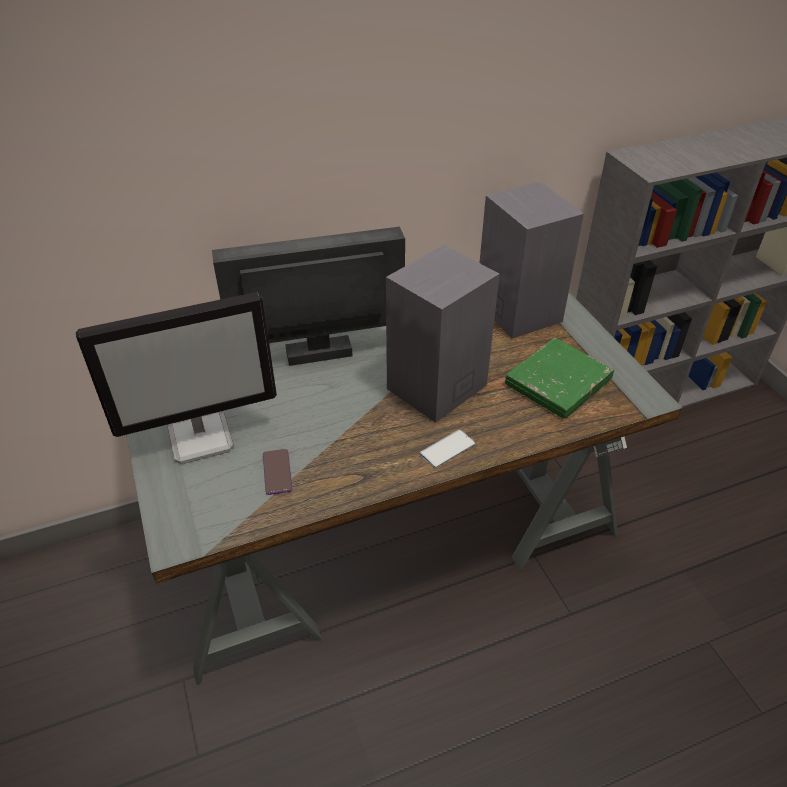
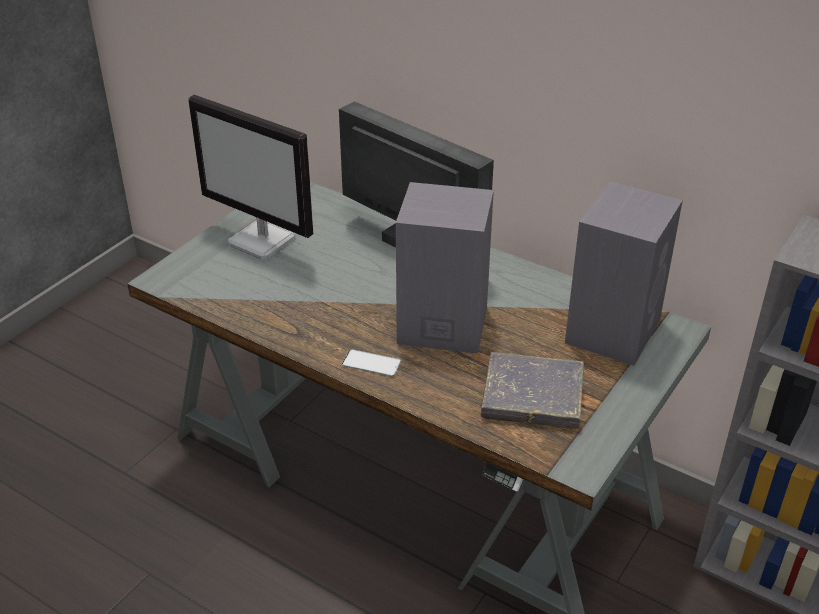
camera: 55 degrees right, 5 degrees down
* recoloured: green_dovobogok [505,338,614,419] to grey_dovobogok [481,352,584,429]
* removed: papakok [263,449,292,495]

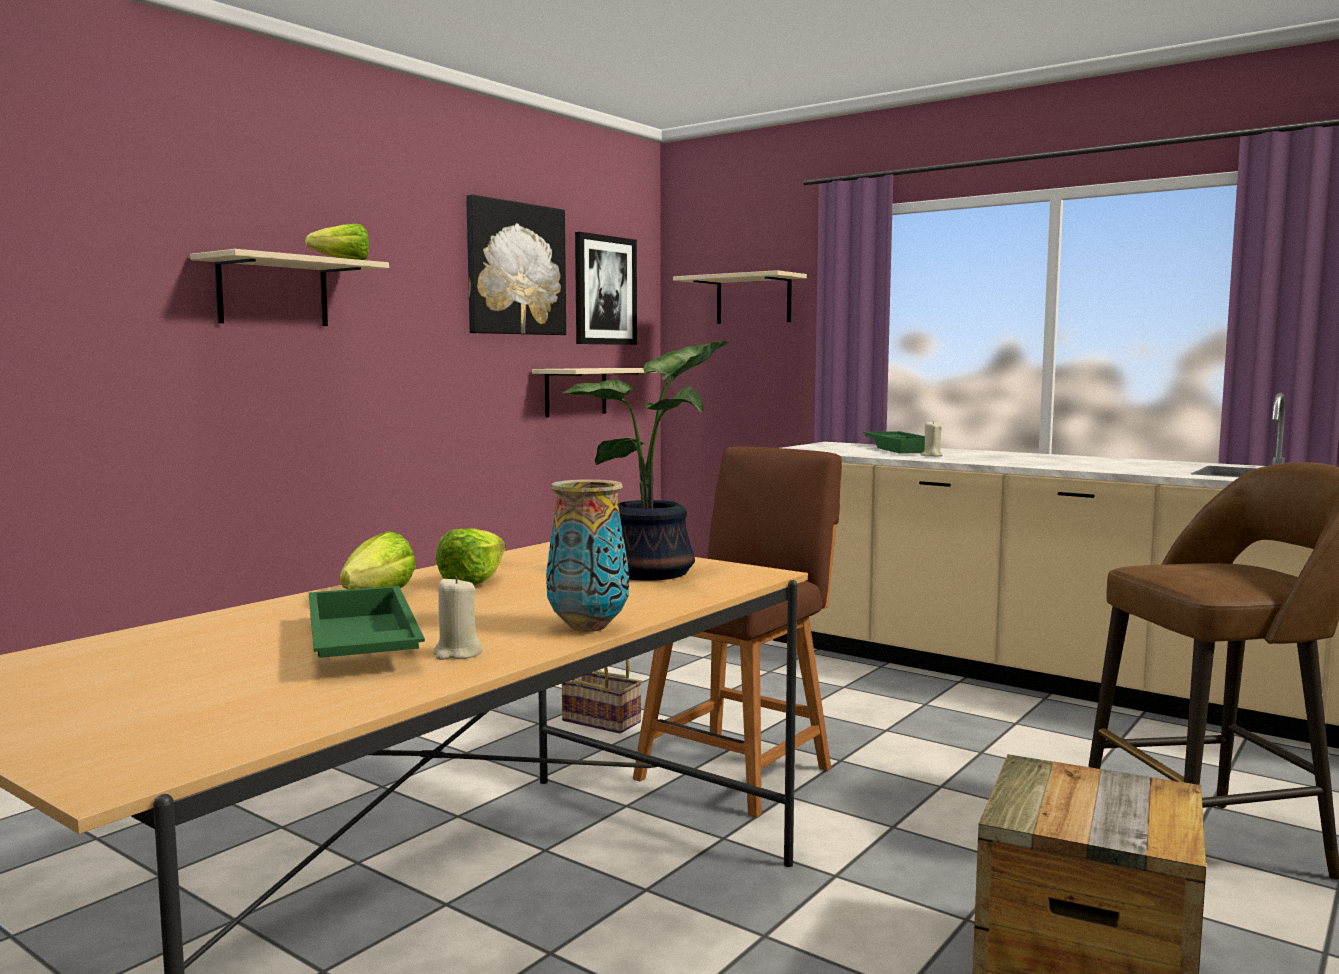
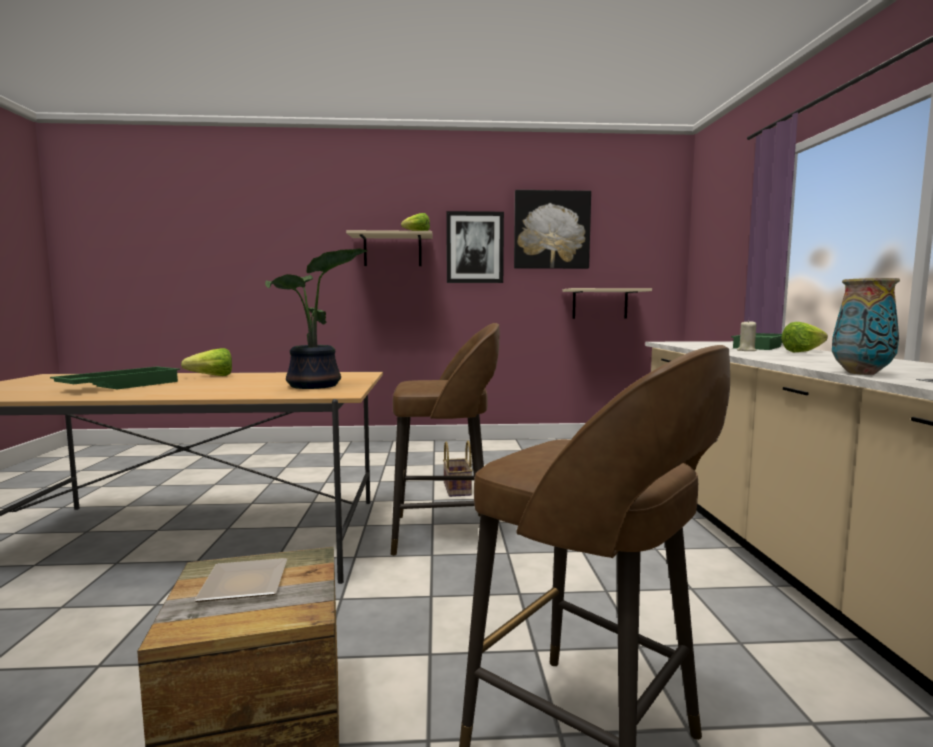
camera: 50 degrees right, 0 degrees up
* moved: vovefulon [575,232,637,345] to [446,211,504,283]
* removed: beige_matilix [673,270,807,324]
* replaced: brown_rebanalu [633,446,842,818] to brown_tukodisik [391,323,500,556]
* moved: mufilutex [546,479,629,632] to [832,278,900,375]
* moved: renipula [435,528,506,585] to [781,322,828,352]
* removed: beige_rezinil [433,576,482,660]
* added: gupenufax [194,558,287,602]

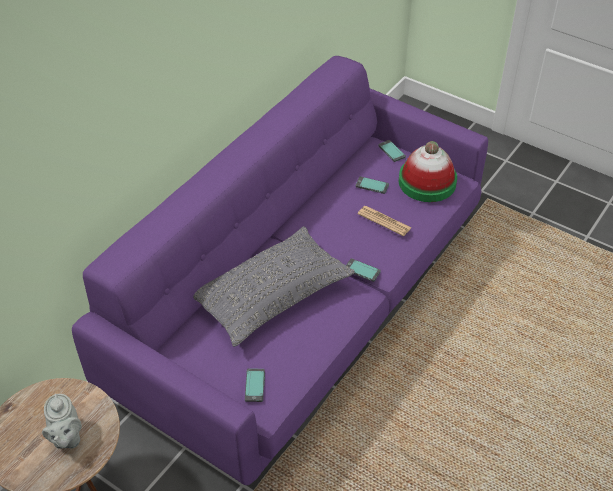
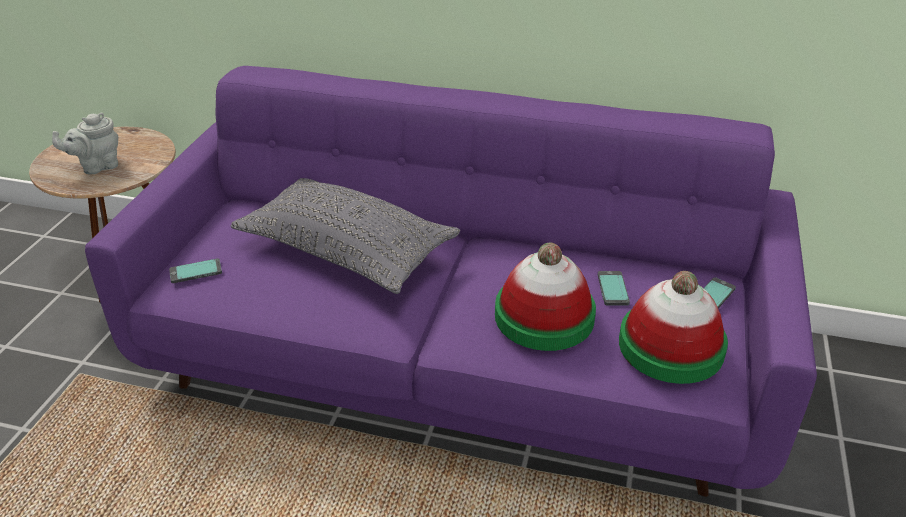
camera: 70 degrees right, 10 degrees down
* replaced: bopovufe [358,206,411,236] to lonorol [495,242,596,351]
* removed: papakok [346,258,381,282]

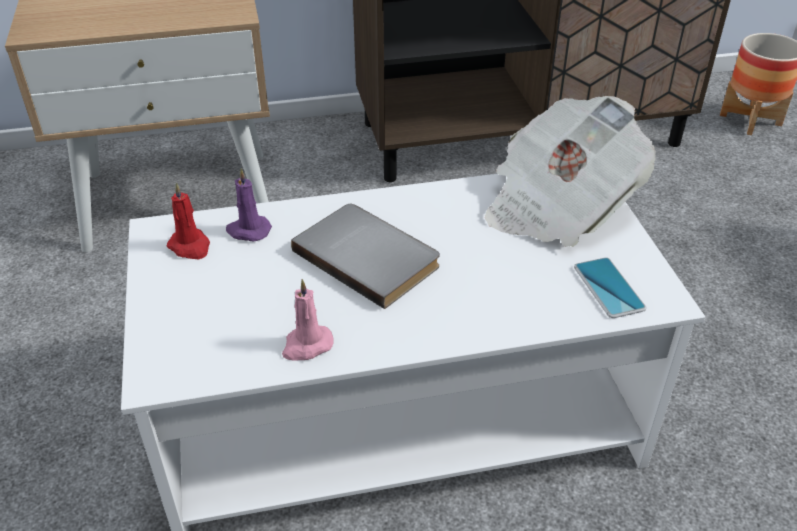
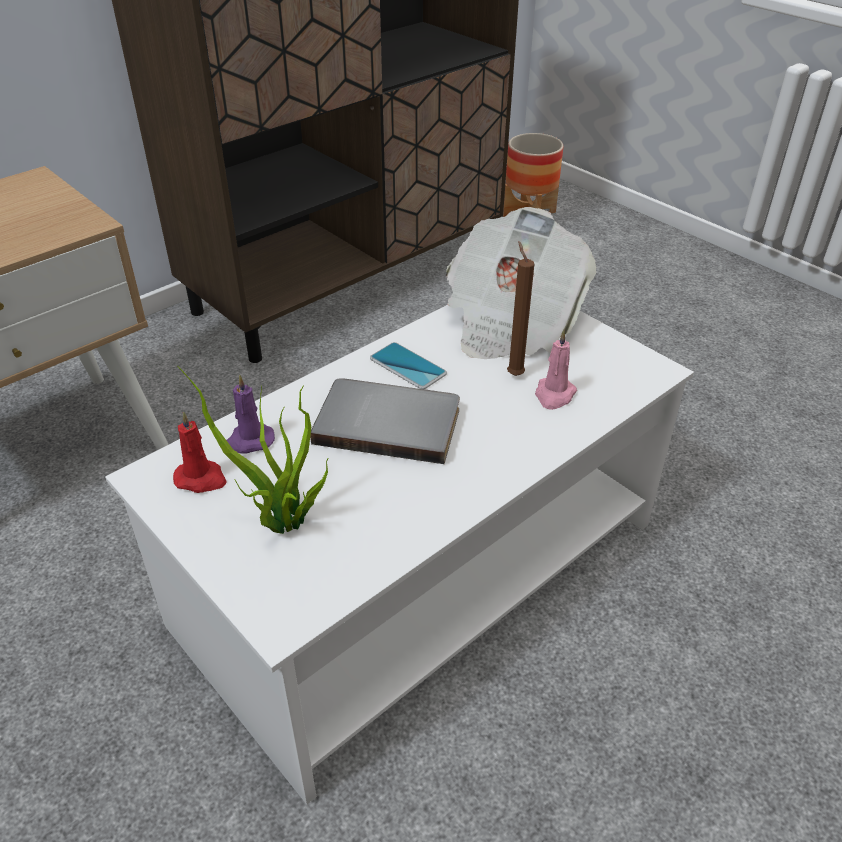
camera: 30 degrees left, 0 degrees up
* moved: papakok [574,257,646,318] to [370,342,447,389]
* moved: pink_rezinil [282,279,334,361] to [535,330,577,410]
* added: brown_rezinil [507,241,534,376]
* added: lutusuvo [177,366,328,534]

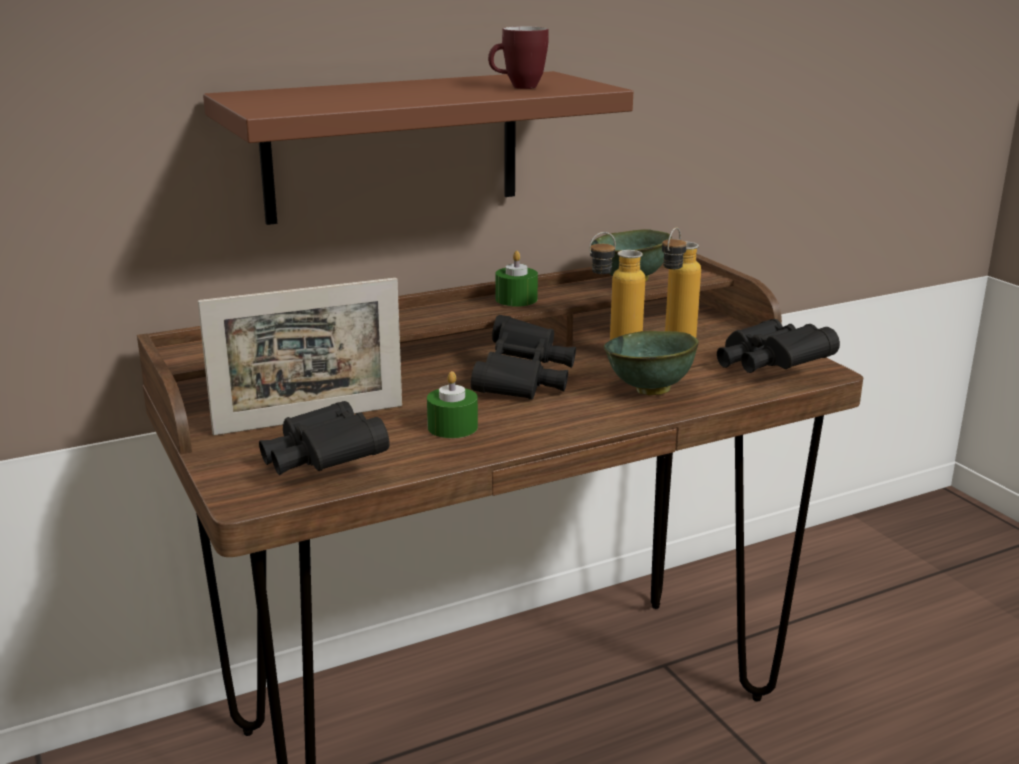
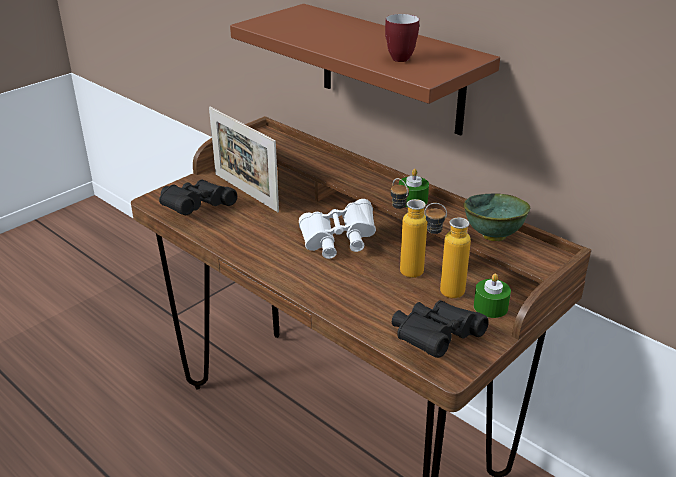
camera: 70 degrees right, 10 degrees up
* recoloured: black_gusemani [471,315,576,400] to white_gusemani [299,199,376,259]
* removed: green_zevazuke [604,331,699,395]
* moved: green_rezinil [427,371,478,438] to [474,273,511,318]

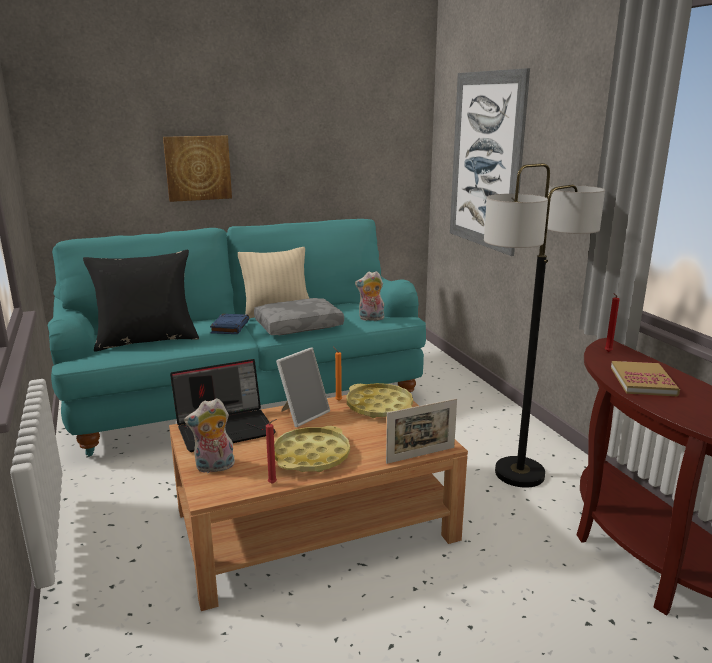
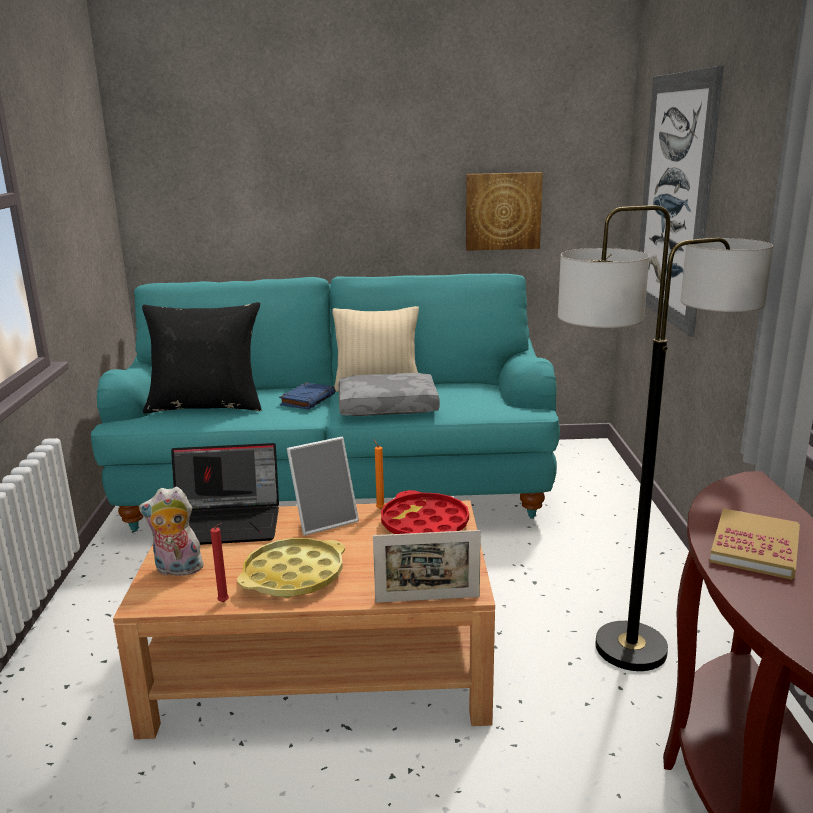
camera: 20 degrees right, 0 degrees up
* moved: vovefulon [163,135,232,202] to [466,172,543,251]
* removed: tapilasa [355,271,385,321]
* removed: red_rezinil [605,294,620,352]
* recoloured: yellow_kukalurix [347,383,413,418] to red_kukalurix [381,490,469,534]

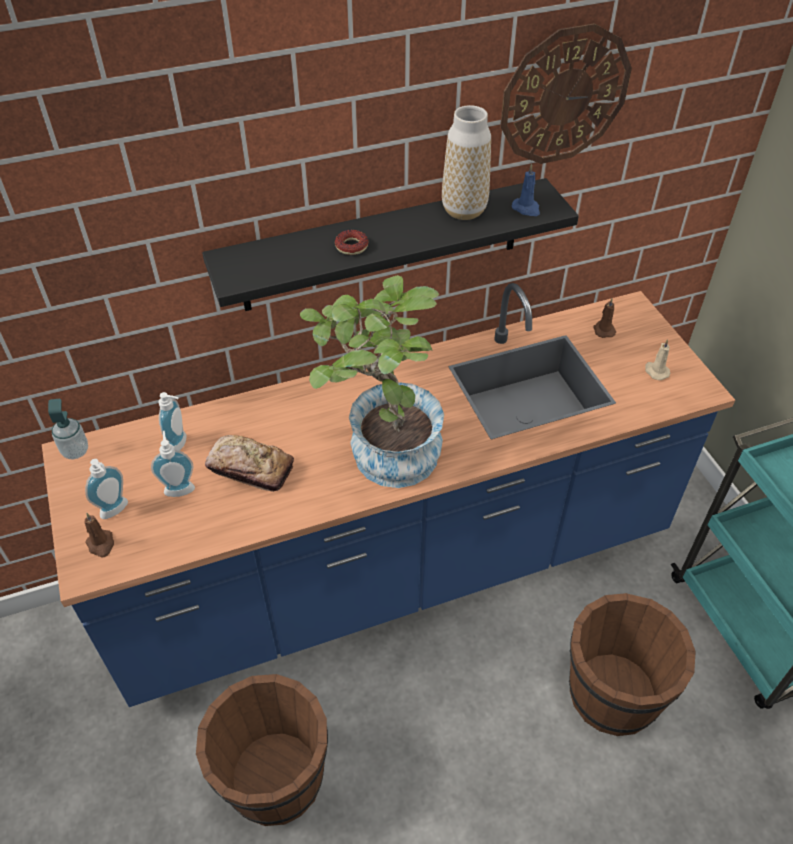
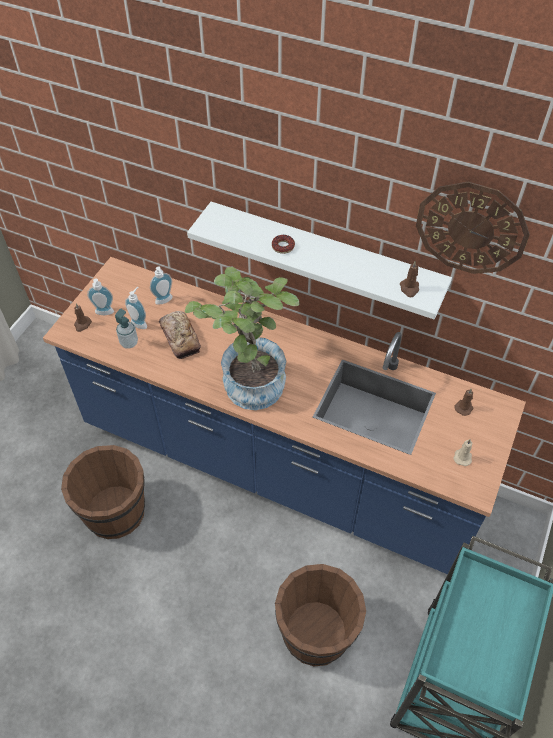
camera: 45 degrees right, 5 degrees up
* removed: mufilutex [442,105,491,220]
* recoloured: blue_rezinil [512,164,540,216] to brown_rezinil [400,261,419,298]
* recoloured: black_matilix [202,178,579,311] to white_matilix [187,202,452,319]
* moved: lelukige [48,399,88,459] to [115,308,138,349]

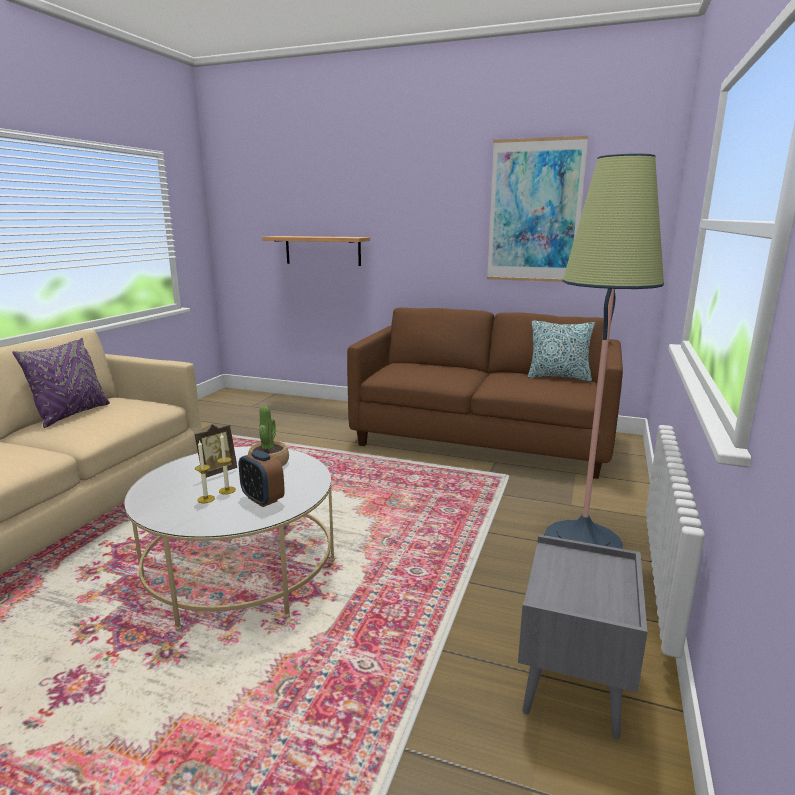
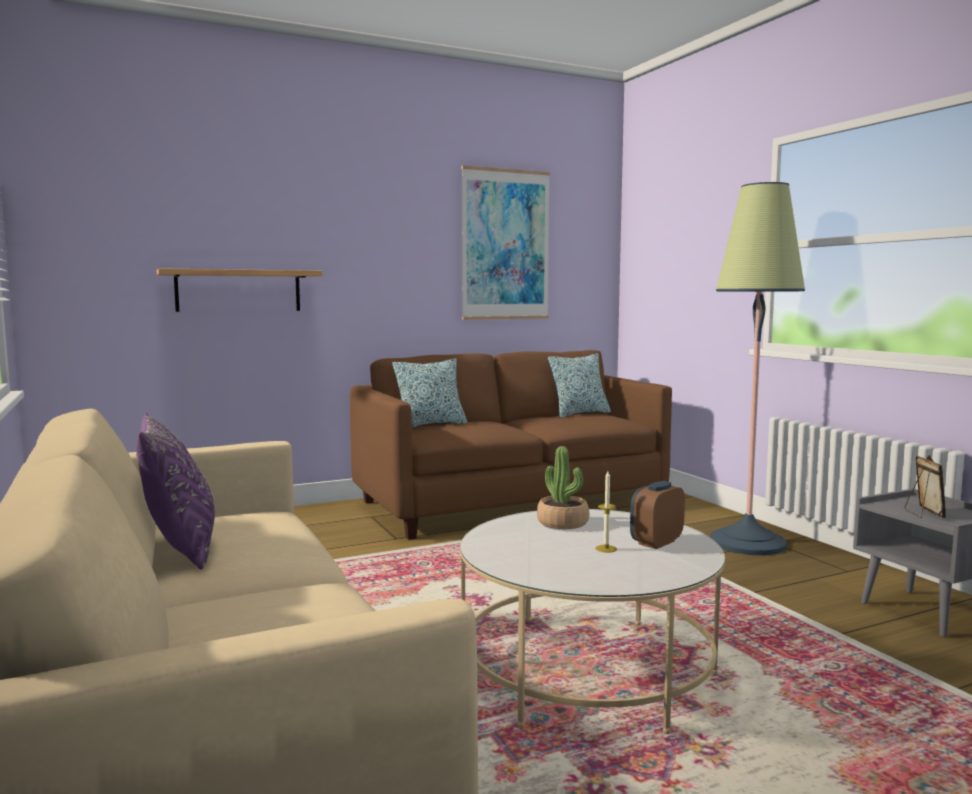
camera: 45 degrees left, 10 degrees down
* moved: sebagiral [195,424,237,478] to [904,455,946,518]
* removed: rezinil [195,440,215,503]
* turned: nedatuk [239,450,285,507] = [630,481,685,549] 135 degrees clockwise
* added: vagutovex [392,358,467,427]

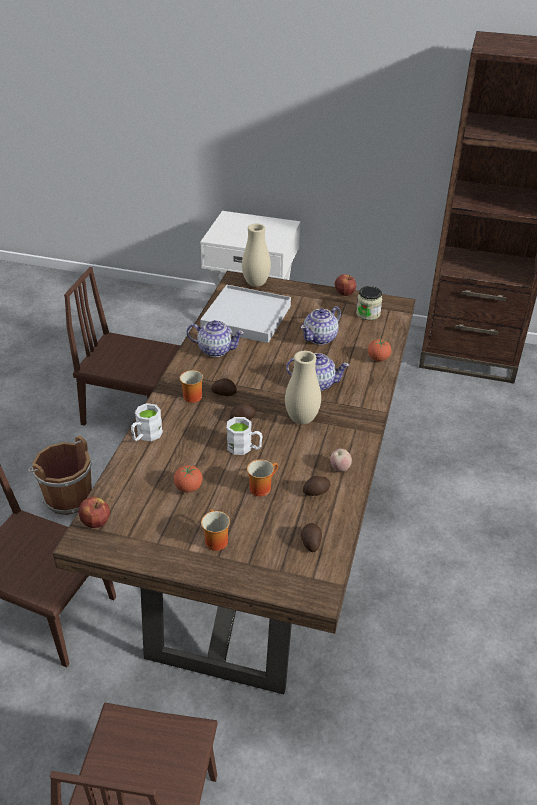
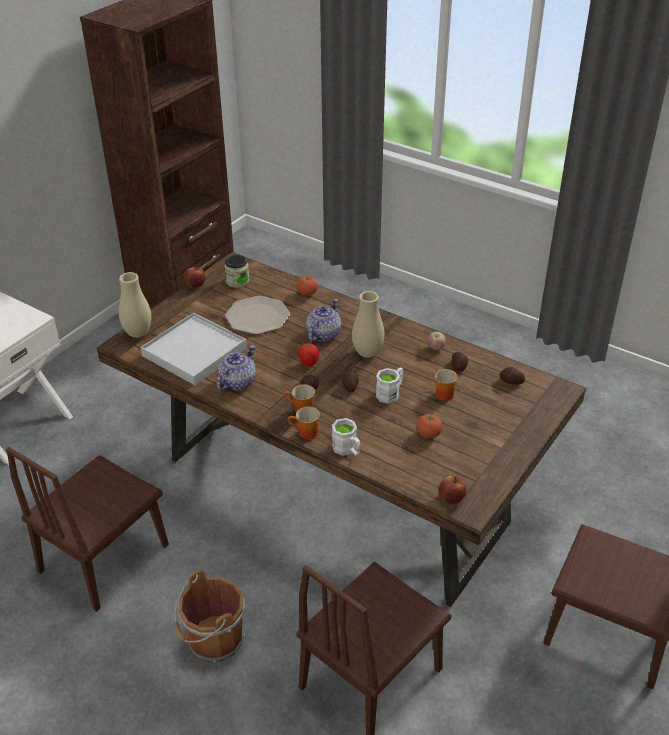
camera: 70 degrees left, 0 degrees up
* replaced: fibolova [301,306,341,345] to gupenufax [225,296,290,334]
* moved: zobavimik [201,509,230,551] to [288,407,320,440]
* added: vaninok [298,343,319,366]

